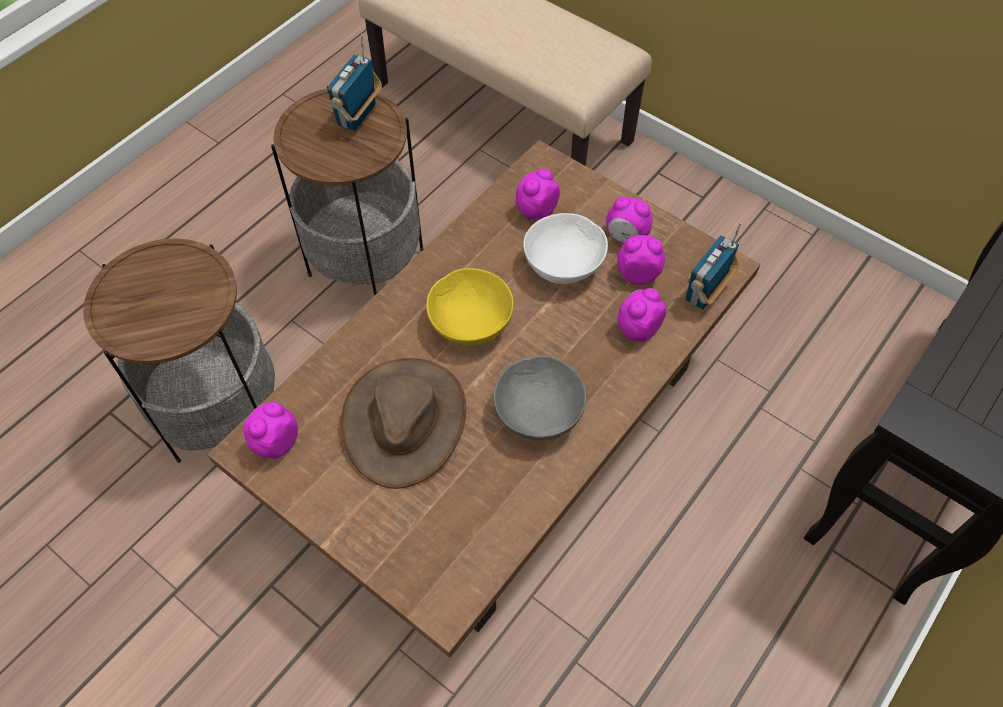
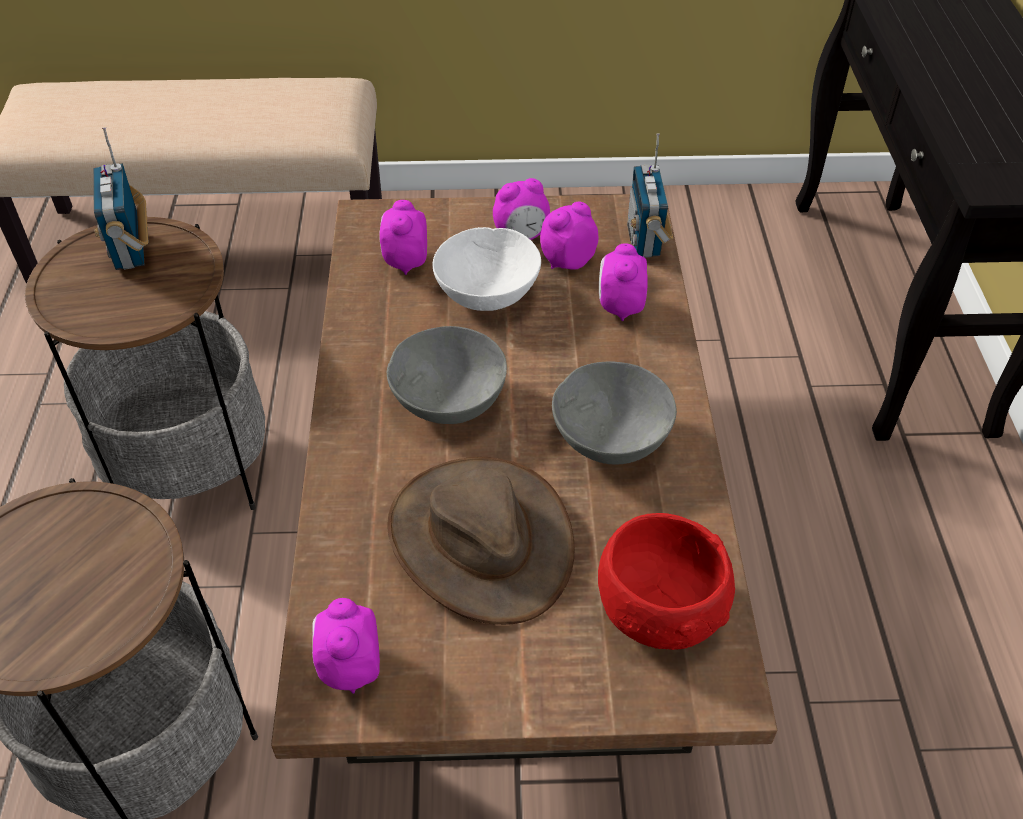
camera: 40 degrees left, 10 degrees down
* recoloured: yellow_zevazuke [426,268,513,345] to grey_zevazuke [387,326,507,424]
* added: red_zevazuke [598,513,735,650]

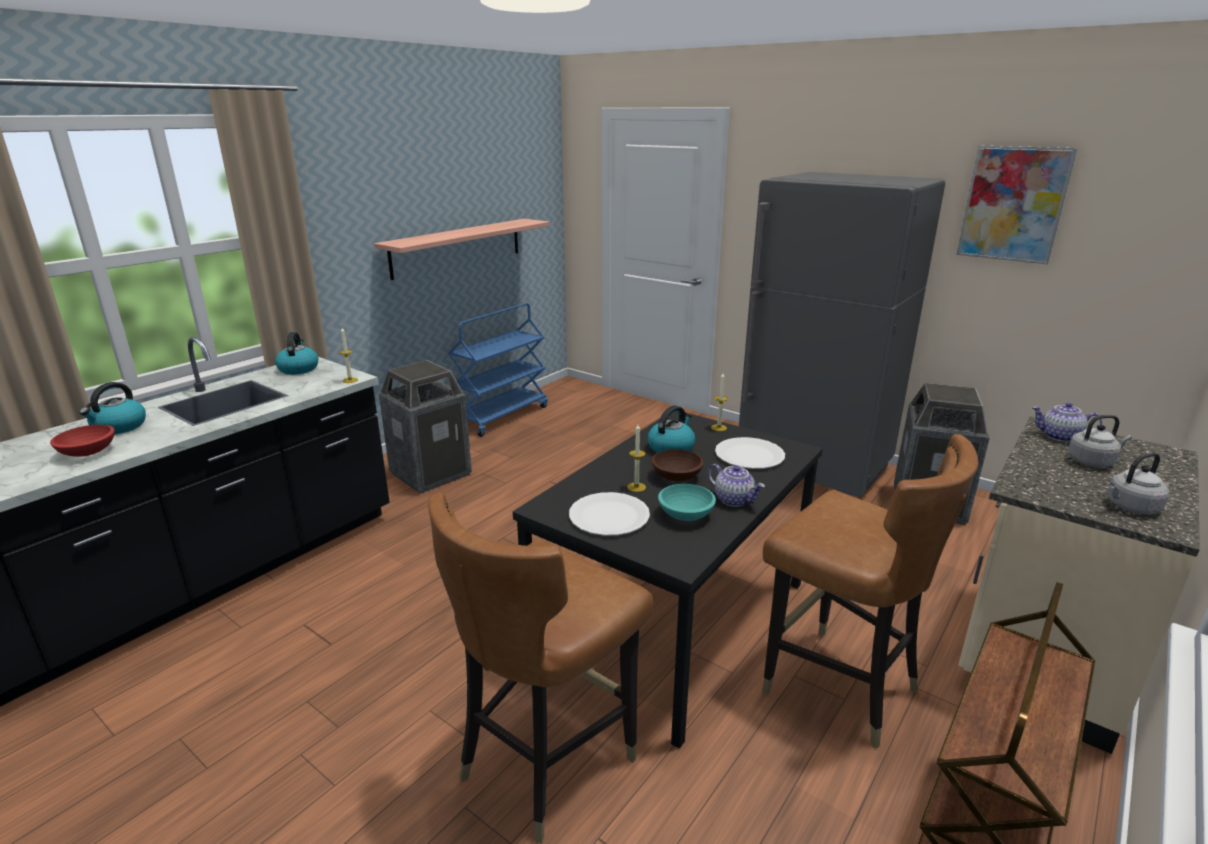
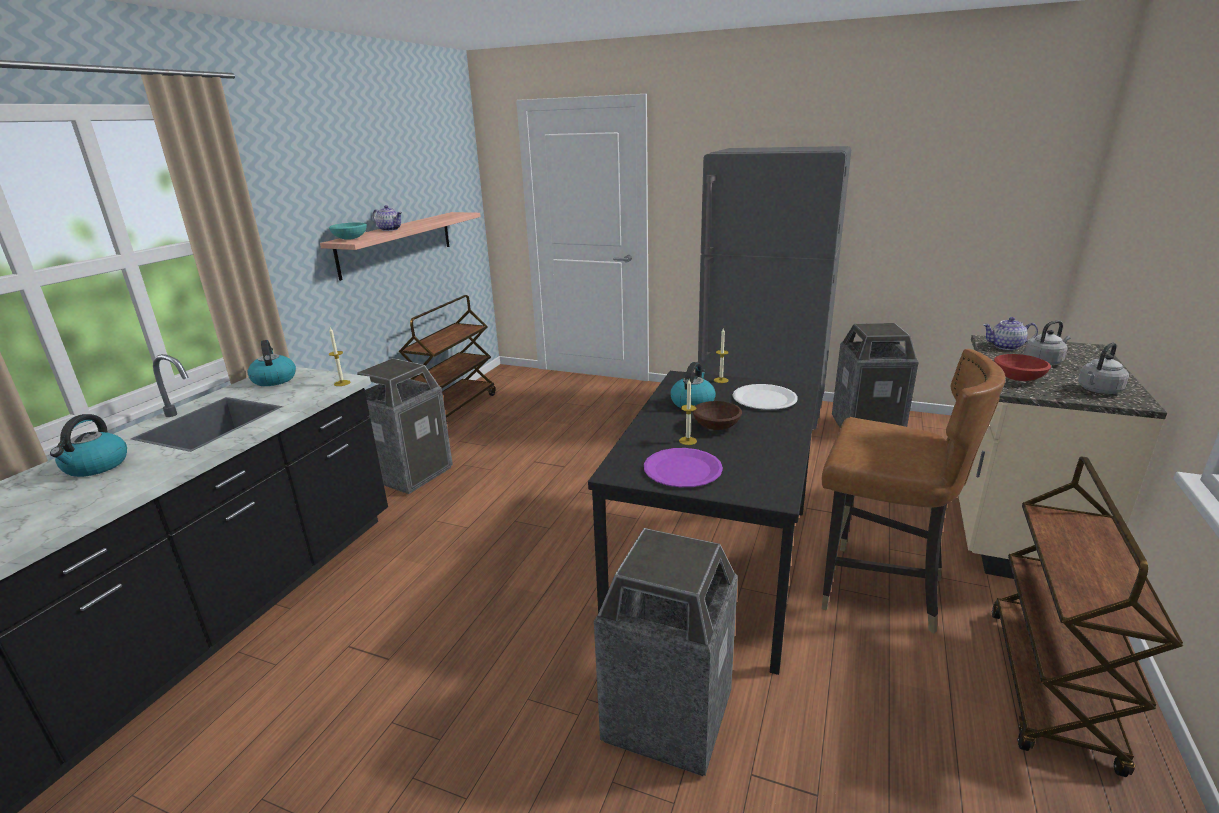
camera: 15 degrees left, 0 degrees up
* removed: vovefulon [957,145,1077,264]
* recoloured: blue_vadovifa [448,303,548,437] to brown_vadovifa [399,295,495,421]
* moved: red_zevazuke [50,425,115,457] to [994,354,1051,381]
* moved: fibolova [708,464,765,507] to [373,205,402,231]
* moved: turquoise_zevazuke [658,484,716,521] to [329,223,367,240]
* recoloured: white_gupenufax [569,492,650,536] to purple_gupenufax [644,448,723,487]
* replaced: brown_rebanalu [428,493,653,844] to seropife [594,528,738,776]

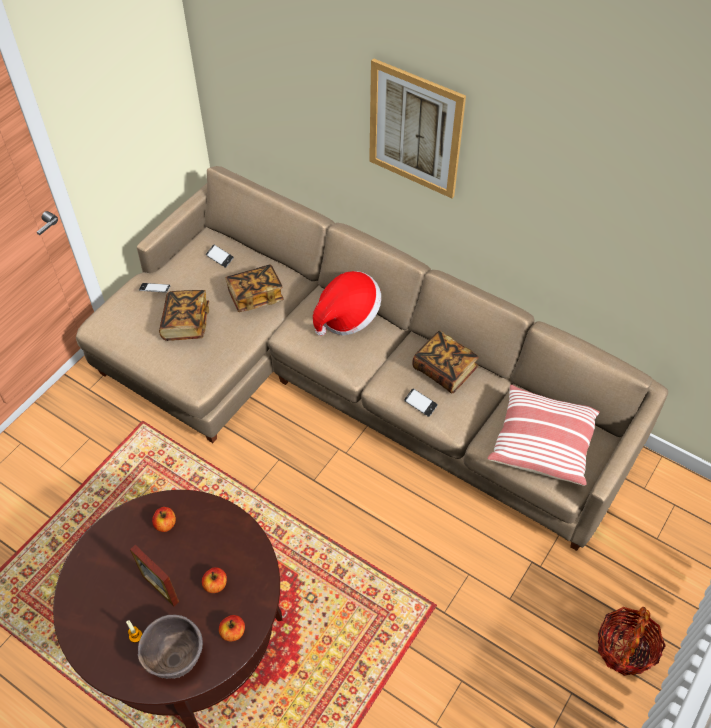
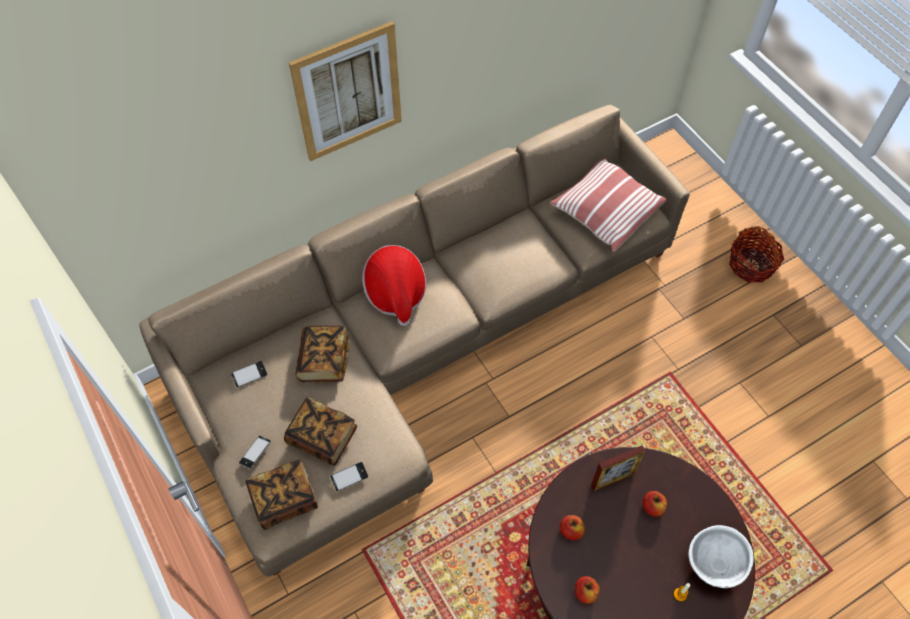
camera: 65 degrees left, 5 degrees up
* moved: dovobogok [412,330,479,393] to [245,459,318,530]
* moved: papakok [404,389,438,417] to [330,462,368,491]
* moved: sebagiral [130,545,179,606] to [591,445,646,491]
* recoloured: brown_zevazuke [138,615,203,679] to white_zevazuke [689,525,754,588]
* moved: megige [219,615,245,641] to [575,576,600,604]

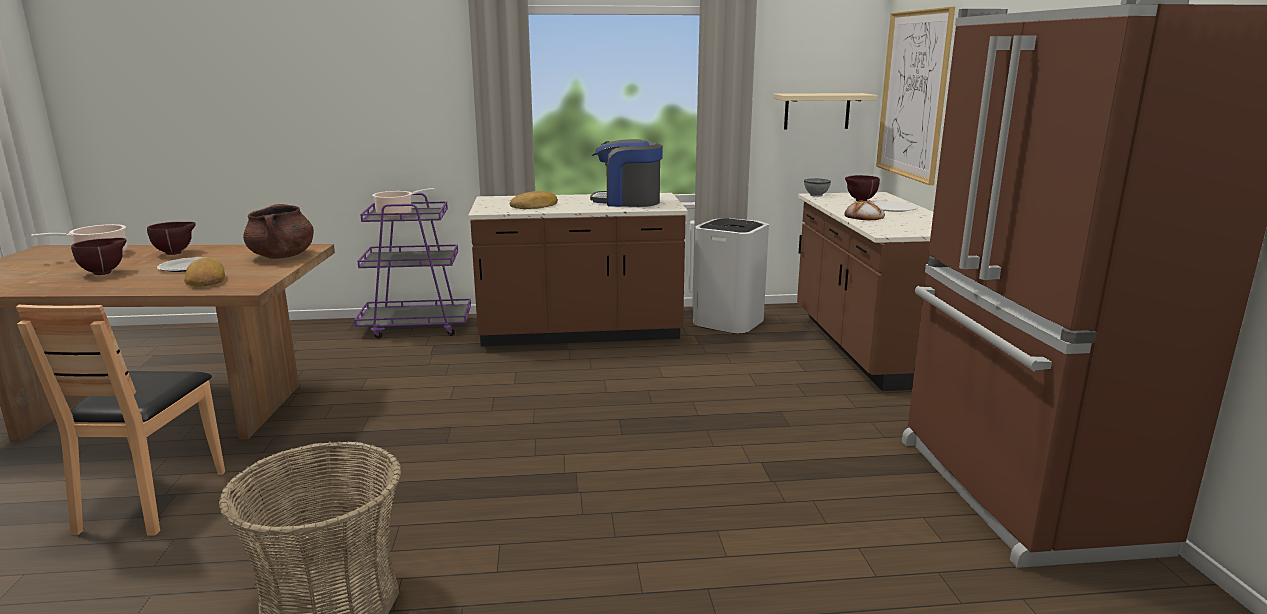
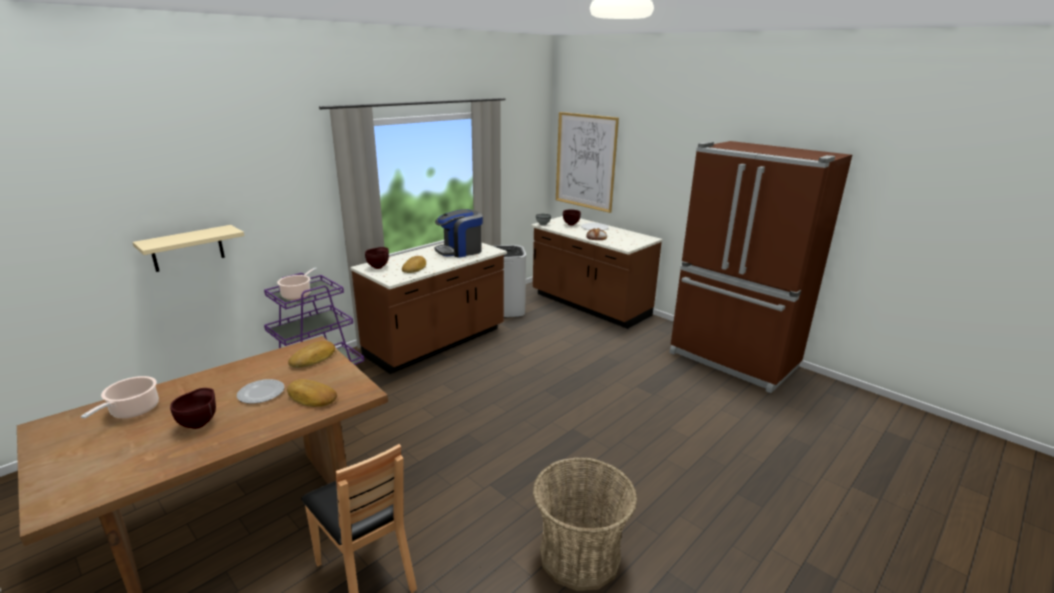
camera: 40 degrees left, 5 degrees up
* moved: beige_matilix [773,93,878,129] to [132,225,244,272]
* replaced: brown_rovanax [243,204,314,259] to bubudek [288,341,335,368]
* moved: brown_zevazuke [147,222,196,255] to [365,247,389,269]

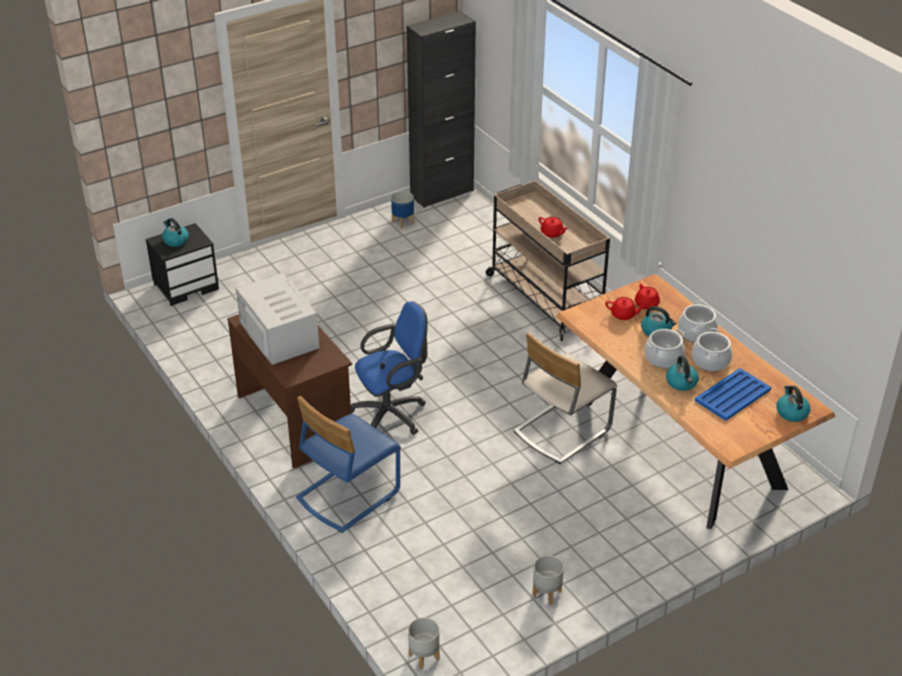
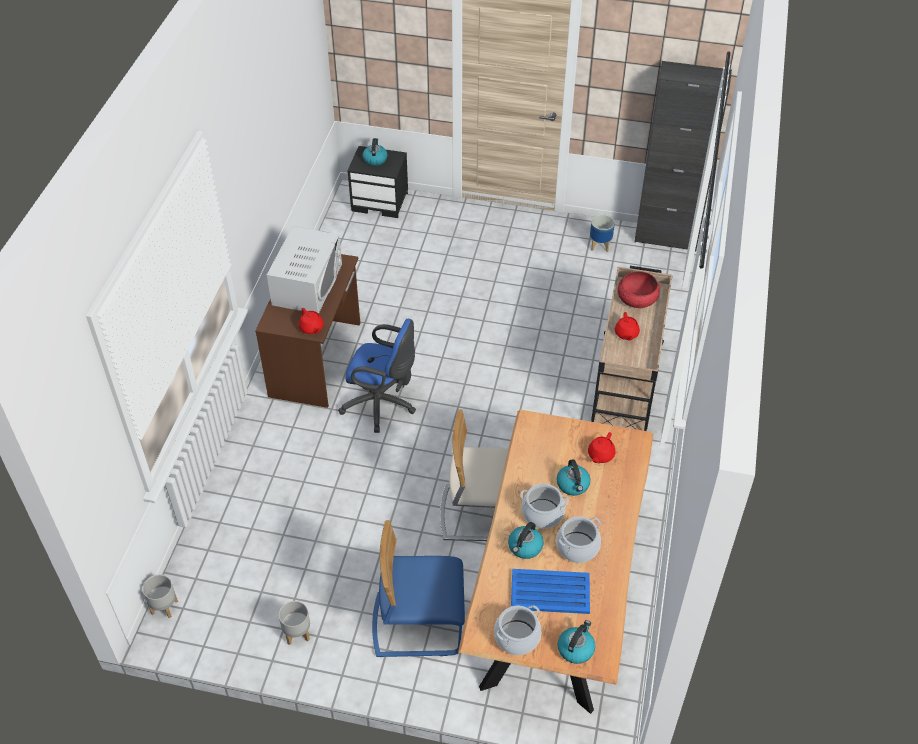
camera: 45 degrees right, 10 degrees up
* moved: red_fibolova [605,297,646,320] to [299,308,324,334]
* moved: rovanax [678,301,718,342] to [494,606,541,655]
* moved: blue_rebanalu [296,396,401,533] to [372,520,465,657]
* added: red_zevazuke [618,271,660,308]

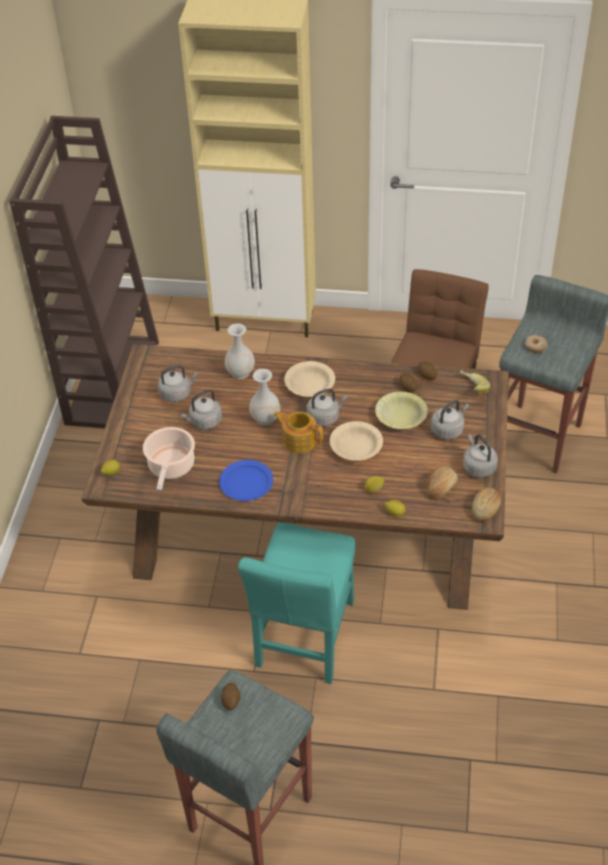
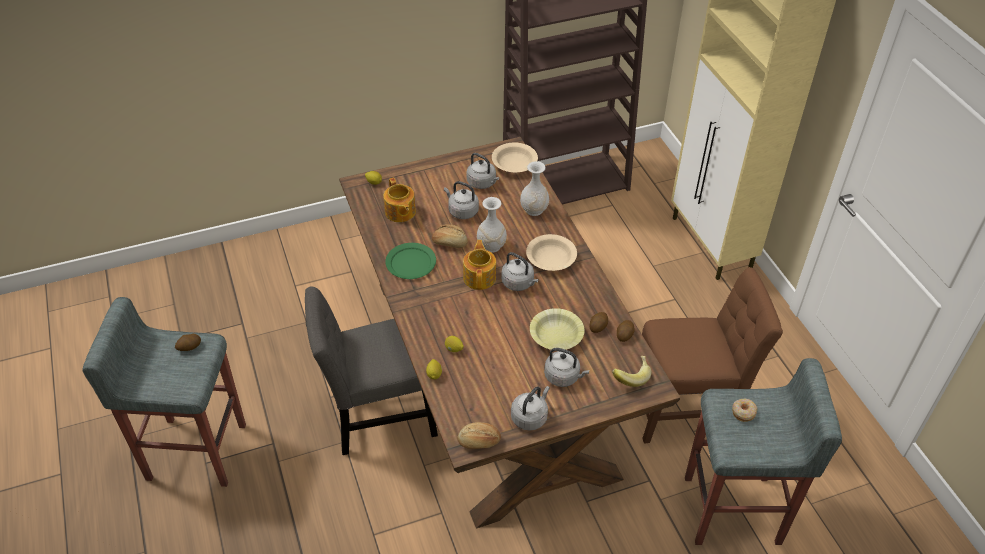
camera: 60 degrees right, 0 degrees up
* moved: beige_zevazuke [330,421,383,461] to [492,143,538,173]
* replaced: rovanax [143,427,195,490] to fibolova [384,178,416,222]
* recoloured: blue_gupenufax [219,460,273,501] to green_gupenufax [385,243,436,279]
* moved: bubudek [427,466,458,499] to [432,224,468,248]
* recoloured: turquoise_rebanalu [238,522,355,684] to grey_rebanalu [305,286,438,455]

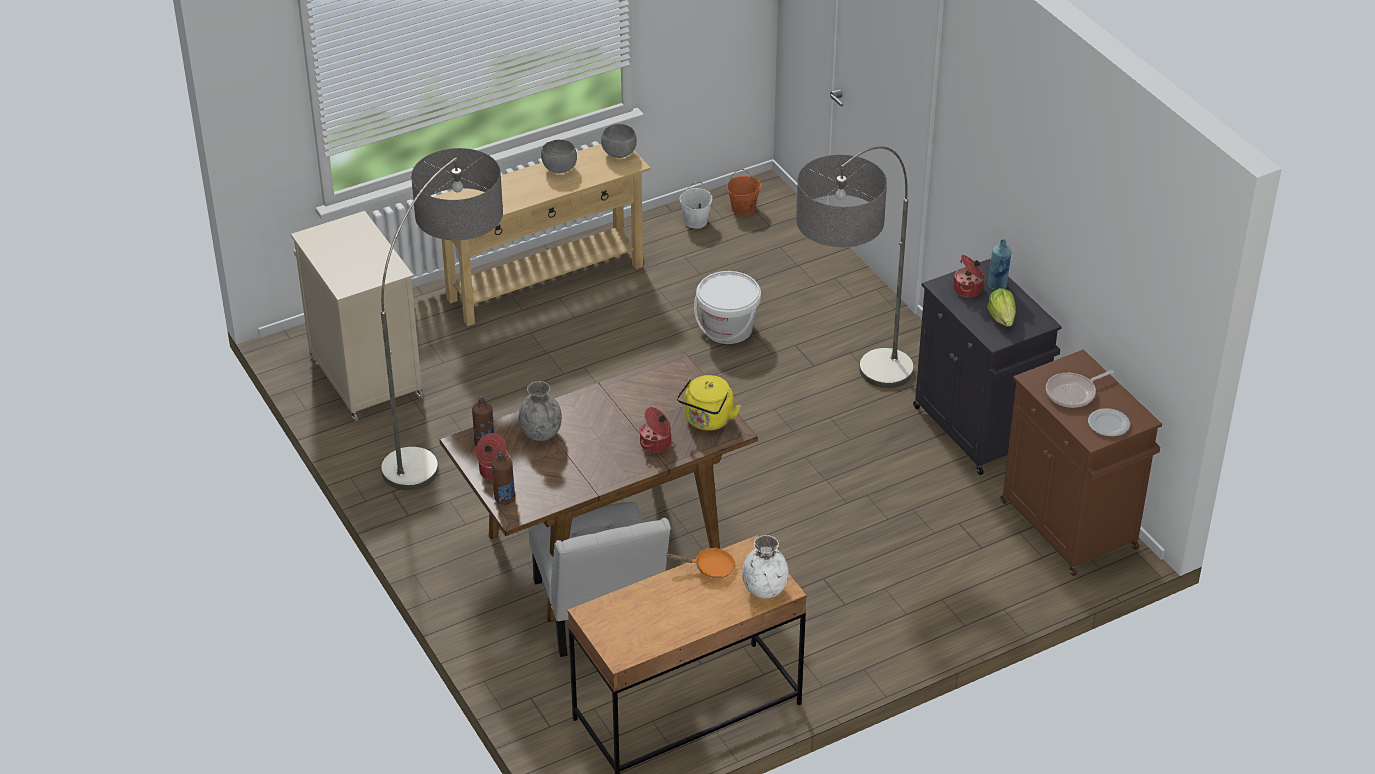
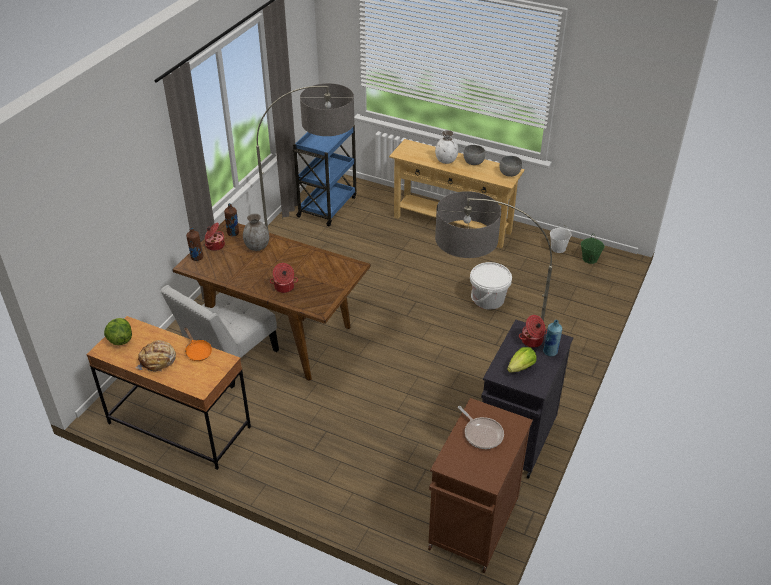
camera: 55 degrees right, 0 degrees up
* recoloured: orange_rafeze [727,169,761,215] to green_rafeze [581,233,605,264]
* replaced: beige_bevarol [291,211,423,422] to blue_vadovifa [293,125,356,227]
* turned: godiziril [1046,370,1113,408] = [458,406,504,449] 150 degrees counterclockwise
* removed: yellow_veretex [677,375,741,431]
* removed: gupenufax [1088,408,1130,437]
* moved: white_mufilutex [742,535,789,599] to [435,130,458,164]
* added: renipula [104,318,132,345]
* added: bubudek [136,340,176,372]

